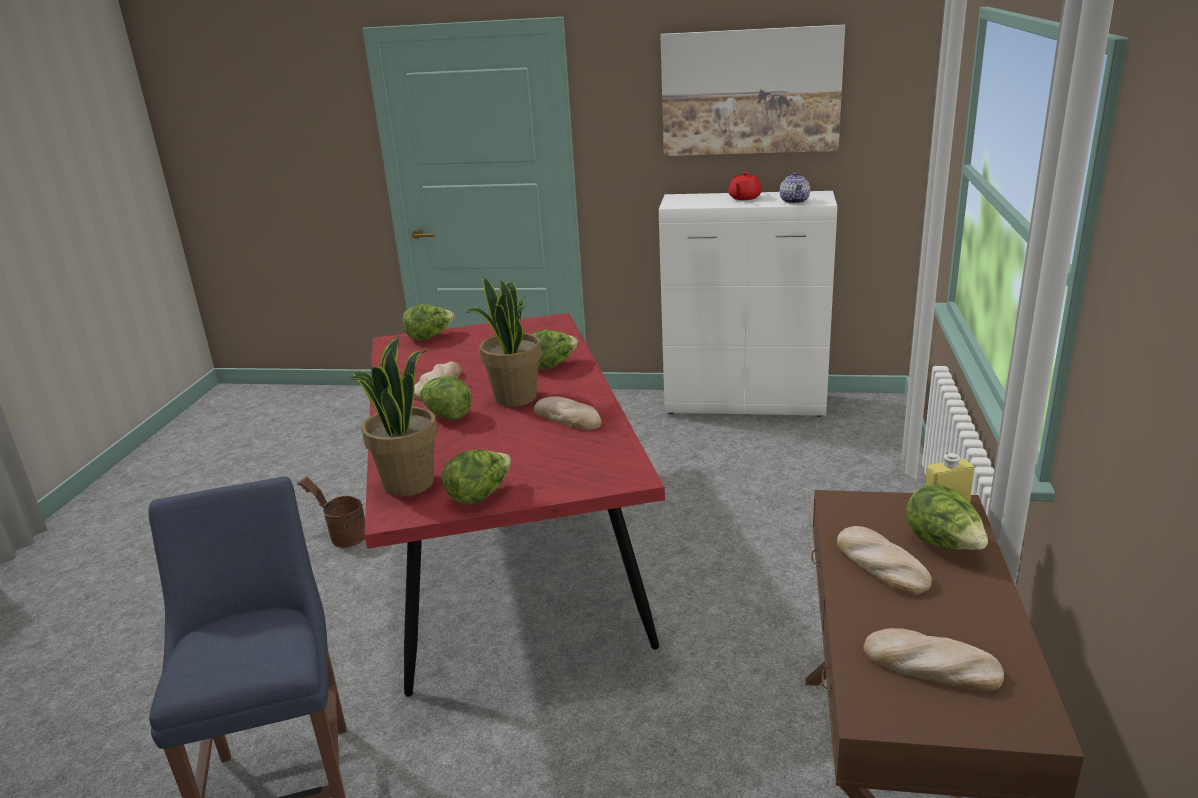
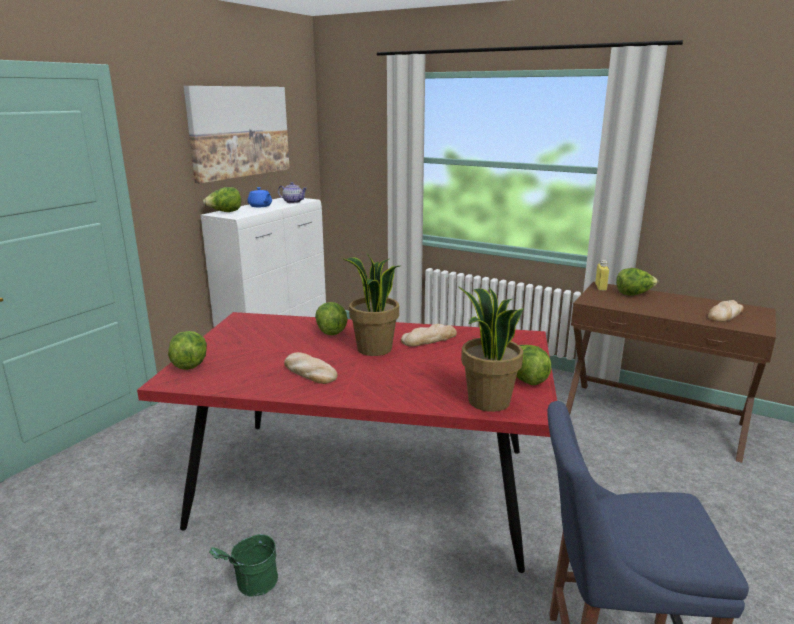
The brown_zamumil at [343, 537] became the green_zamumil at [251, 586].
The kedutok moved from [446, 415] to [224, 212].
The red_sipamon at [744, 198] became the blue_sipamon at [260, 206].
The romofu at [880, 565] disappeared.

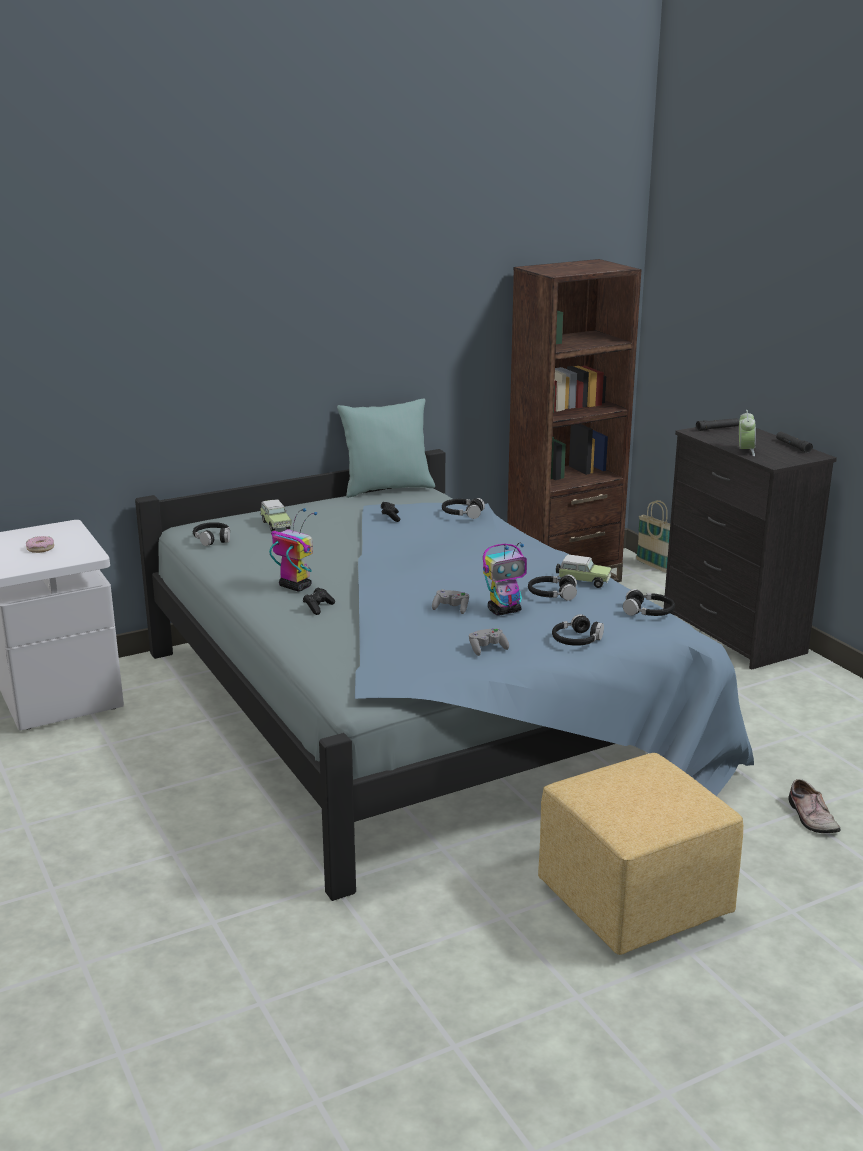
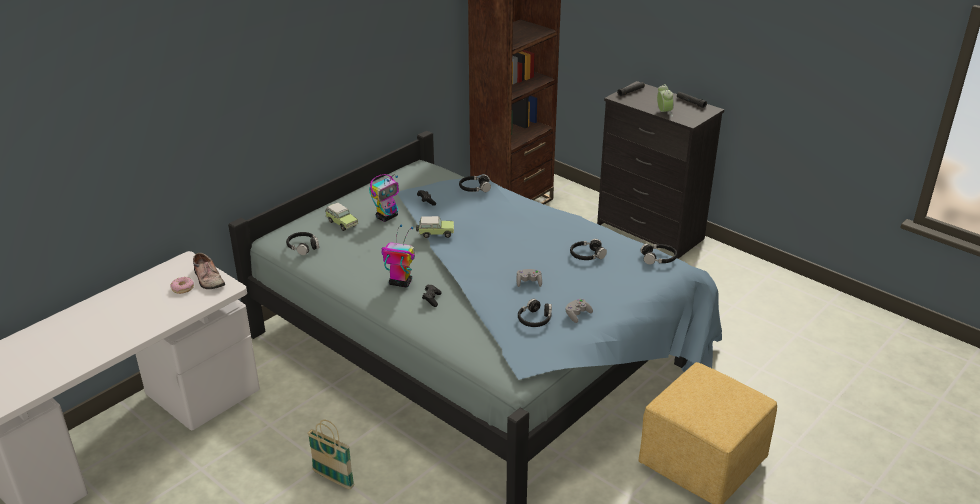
The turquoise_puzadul at [387, 489] disappeared.
The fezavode moved from [504, 610] to [387, 217].
The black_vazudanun moved from [576, 640] to [535, 319].
The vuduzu moved from [582, 581] to [435, 233].
The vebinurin moved from [653, 566] to [333, 479].
The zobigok moved from [810, 817] to [207, 279].

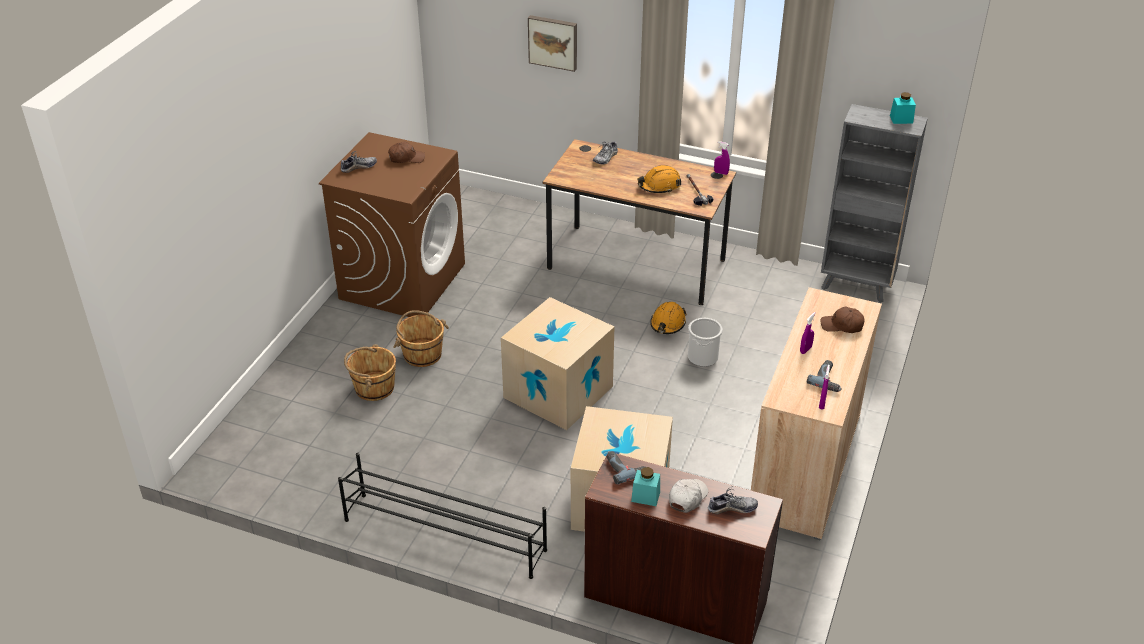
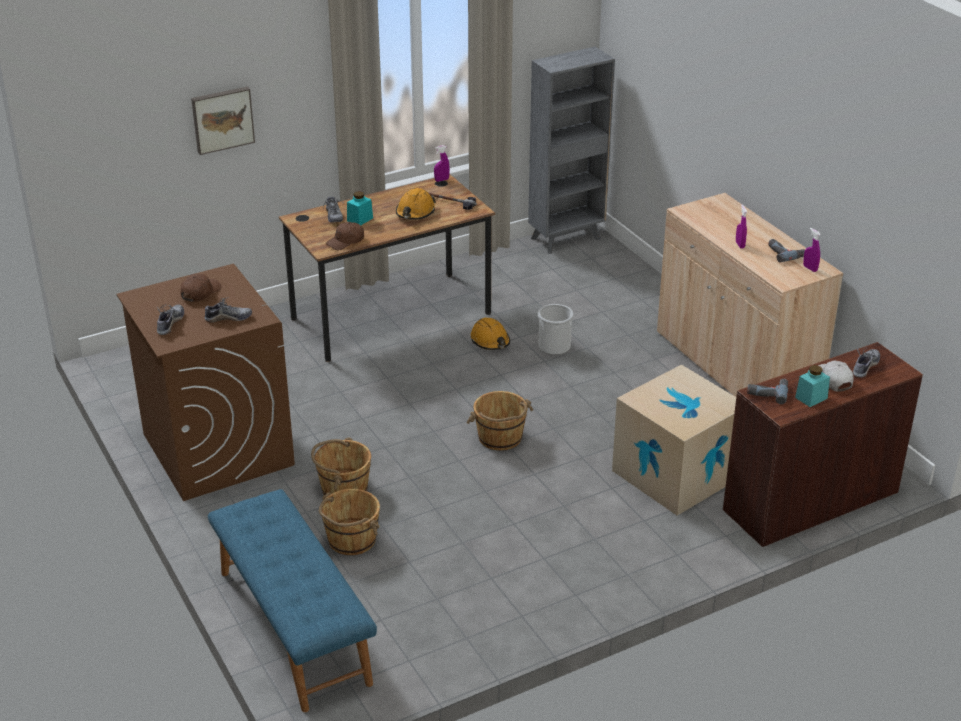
The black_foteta at [444, 534] disappeared.
The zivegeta at [558, 392] was replaced by the brown_zamumil at [500, 438].
The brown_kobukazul moved from [842, 326] to [345, 241].
The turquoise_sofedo moved from [901, 119] to [360, 219].
The zobigok at [228, 318] appeared.
The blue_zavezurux at [292, 626] appeared.

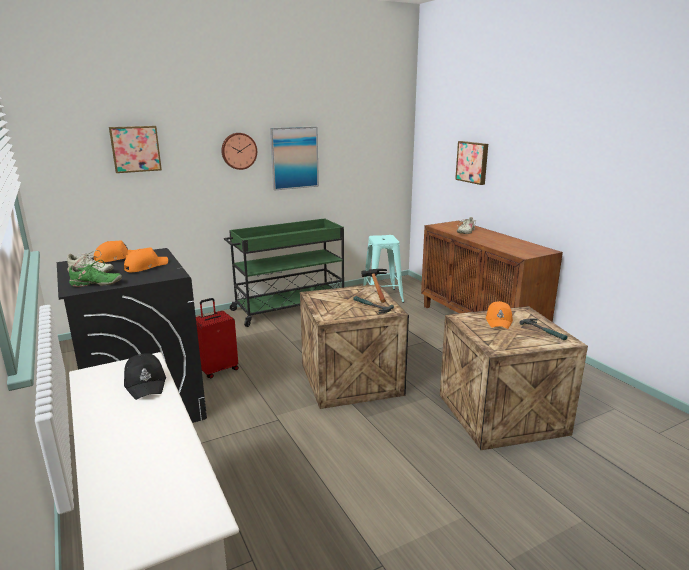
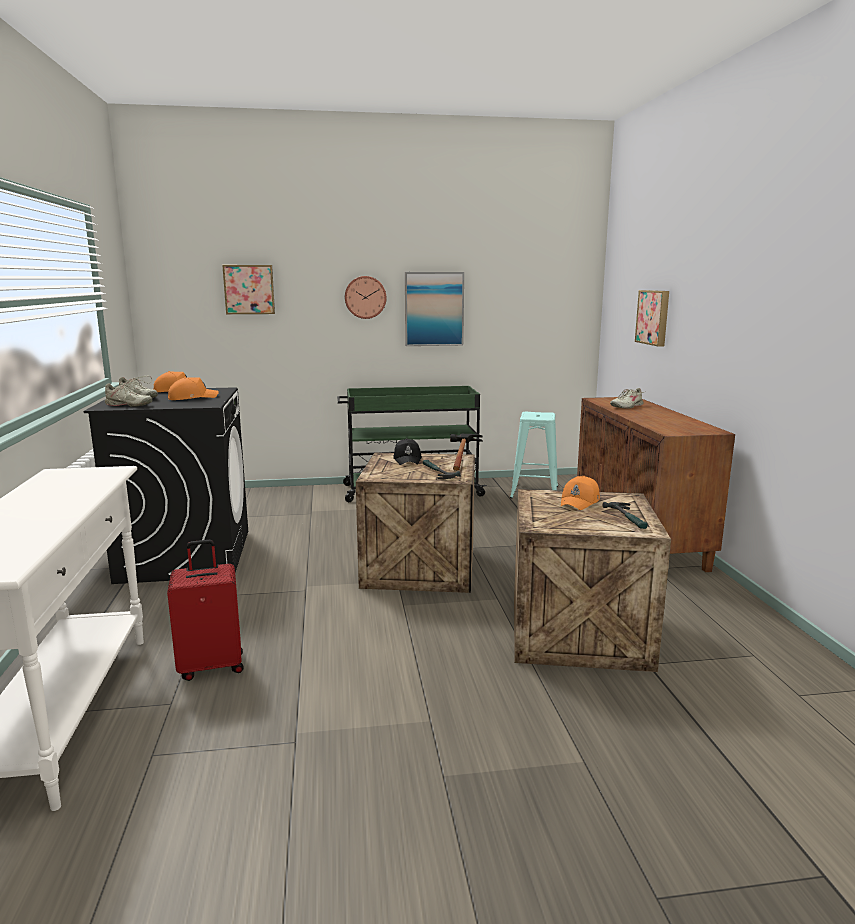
The green_zobigok at [96, 284] became the beige_zobigok at [128, 405].
The black_kobukazul moved from [146, 383] to [407, 459].
The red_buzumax moved from [217, 369] to [212, 666].

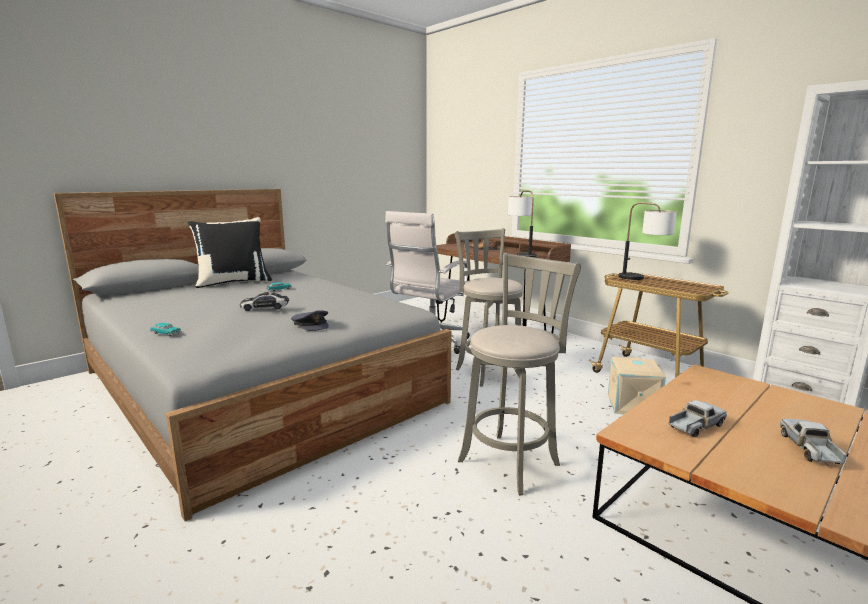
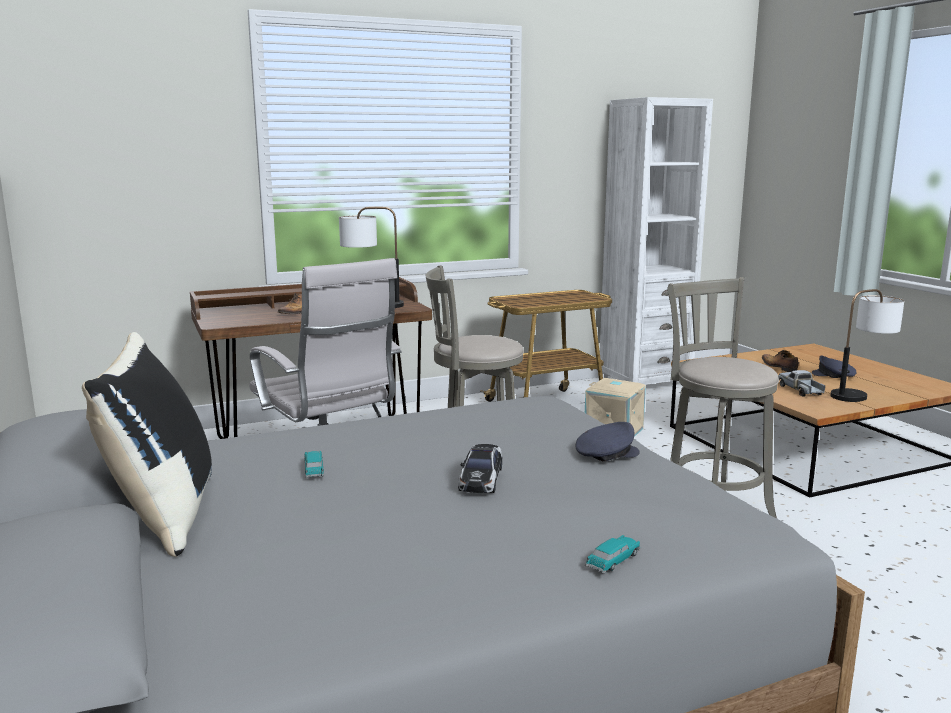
The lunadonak moved from [643, 279] to [860, 394].
The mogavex at [810, 449] was replaced by the grey_kobukazul at [834, 375].
The zobigok at [779, 367] appeared.

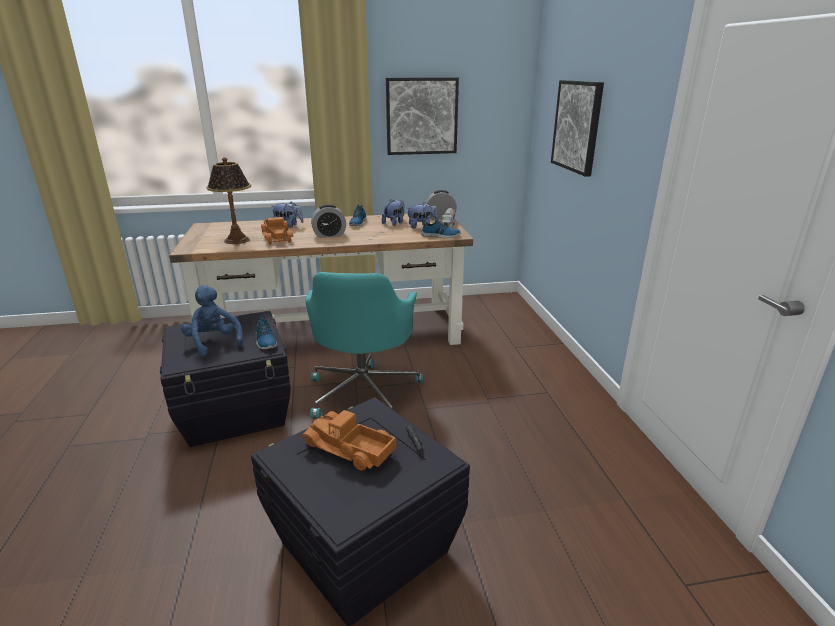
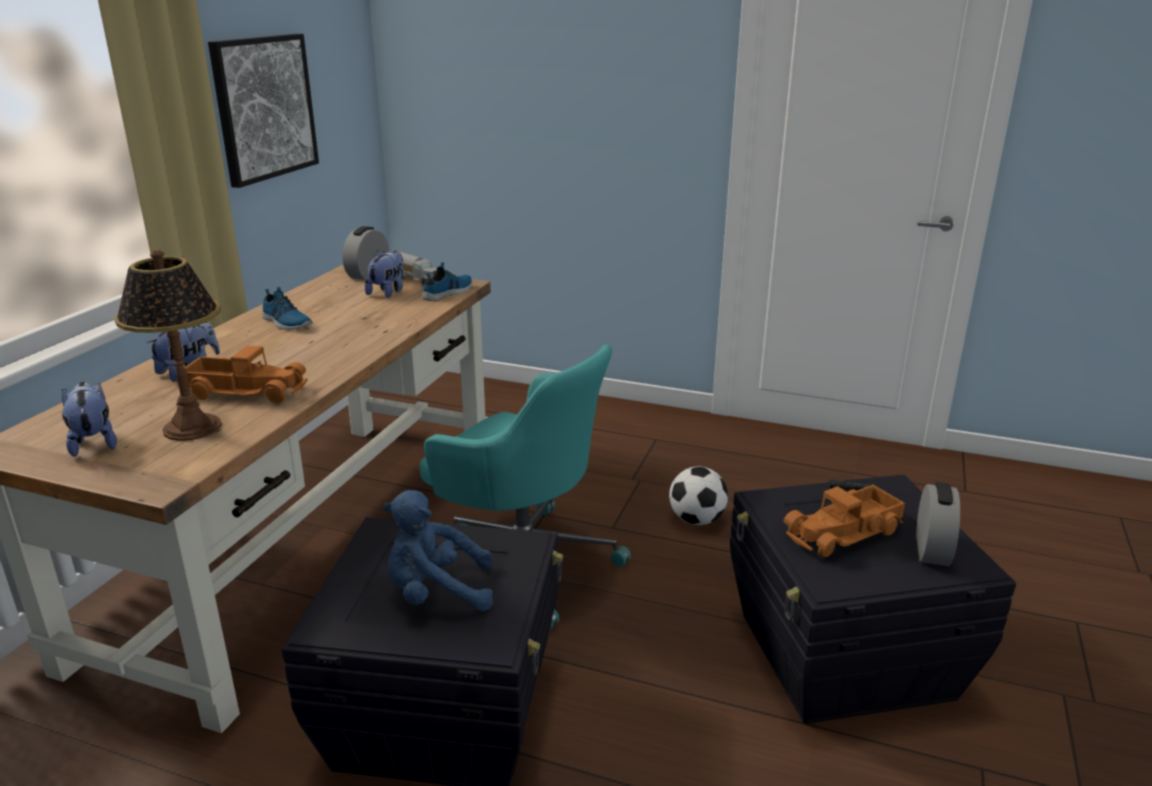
The zobigok at [265, 341] disappeared.
The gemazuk moved from [329, 235] to [931, 550].
The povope moved from [394, 223] to [94, 443].
The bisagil at [577, 126] disappeared.
The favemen at [696, 520] appeared.

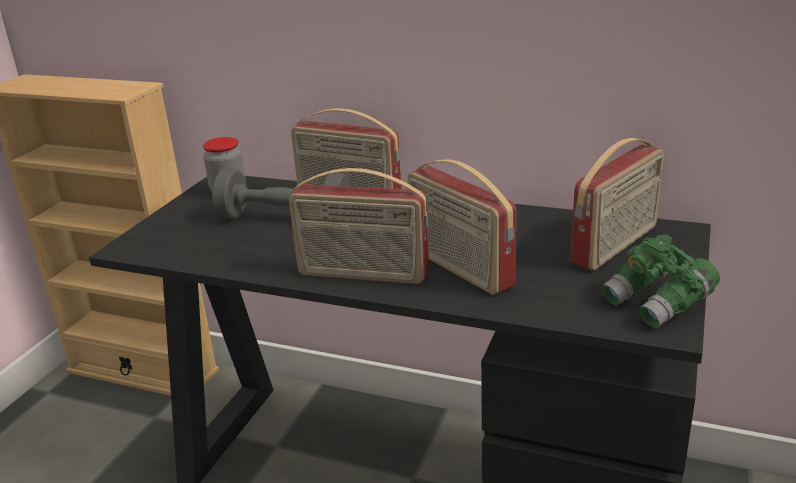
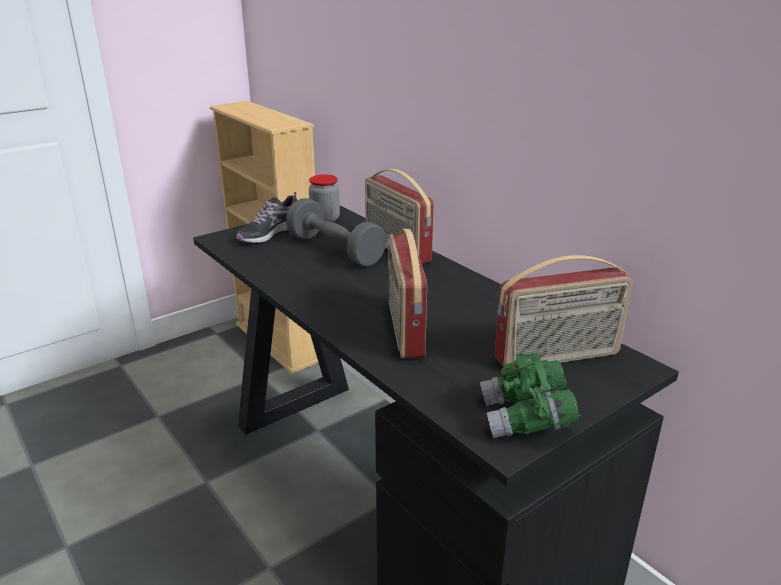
The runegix at [362, 275] disappeared.
The zobigok at [270, 233] appeared.

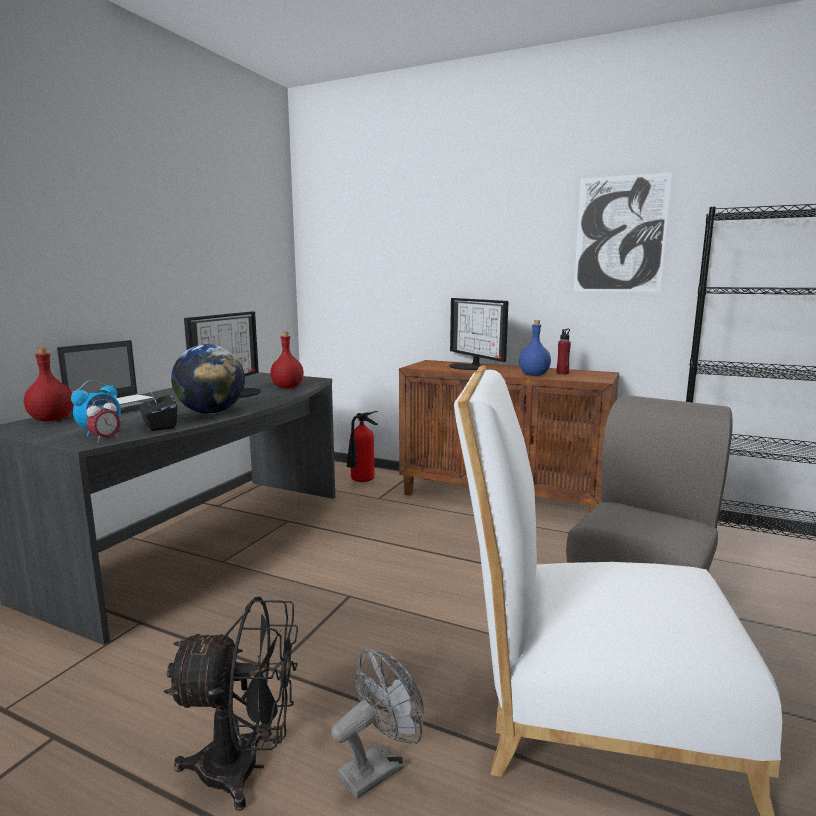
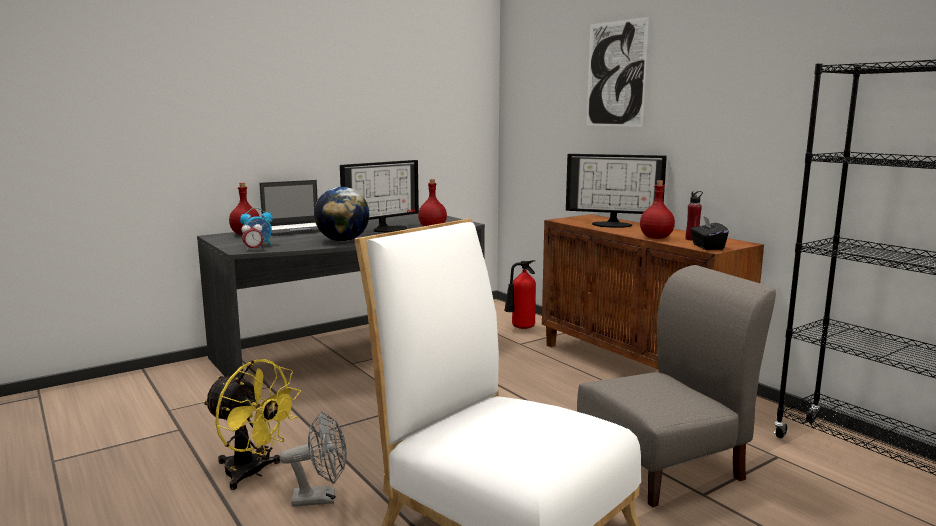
The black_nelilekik moved from [159, 426] to [707, 247].
The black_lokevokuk at [246, 768] became the yellow_lokevokuk at [252, 473].
The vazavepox at [468, 367] turned 75 degrees counterclockwise.
The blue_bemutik at [534, 375] became the red_bemutik at [656, 238].
The bisagil moved from [620, 234] to [615, 74].

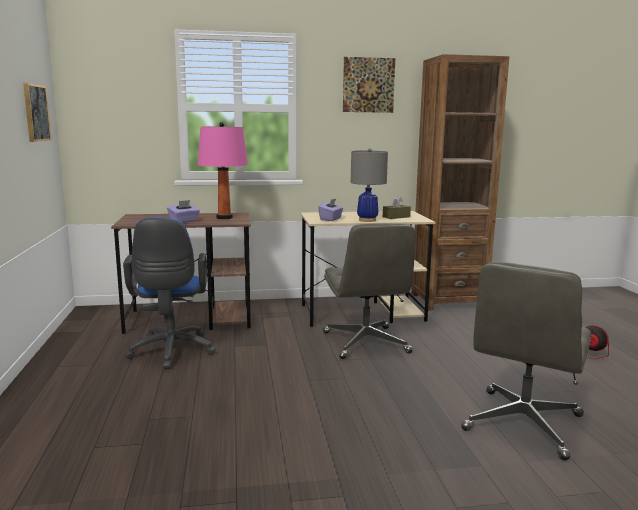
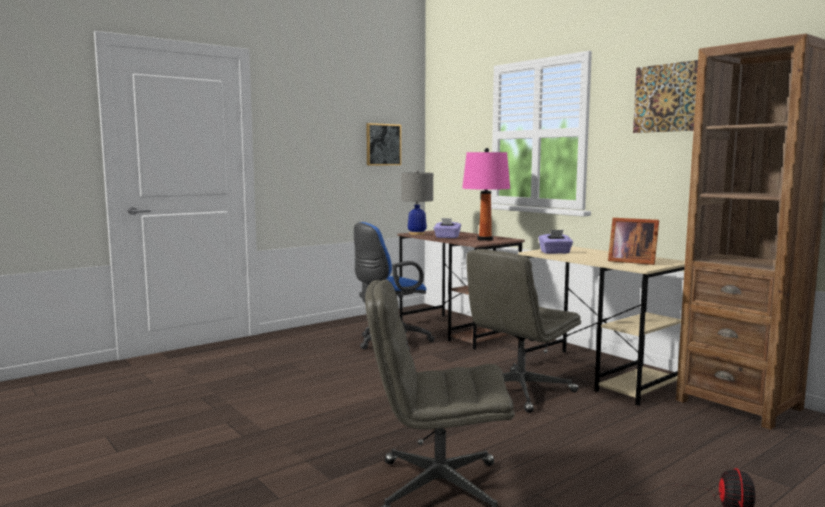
The grey_lunadonak moved from [367, 220] to [417, 234].
The brown_nelilekik at [396, 217] was replaced by the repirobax at [630, 261].

